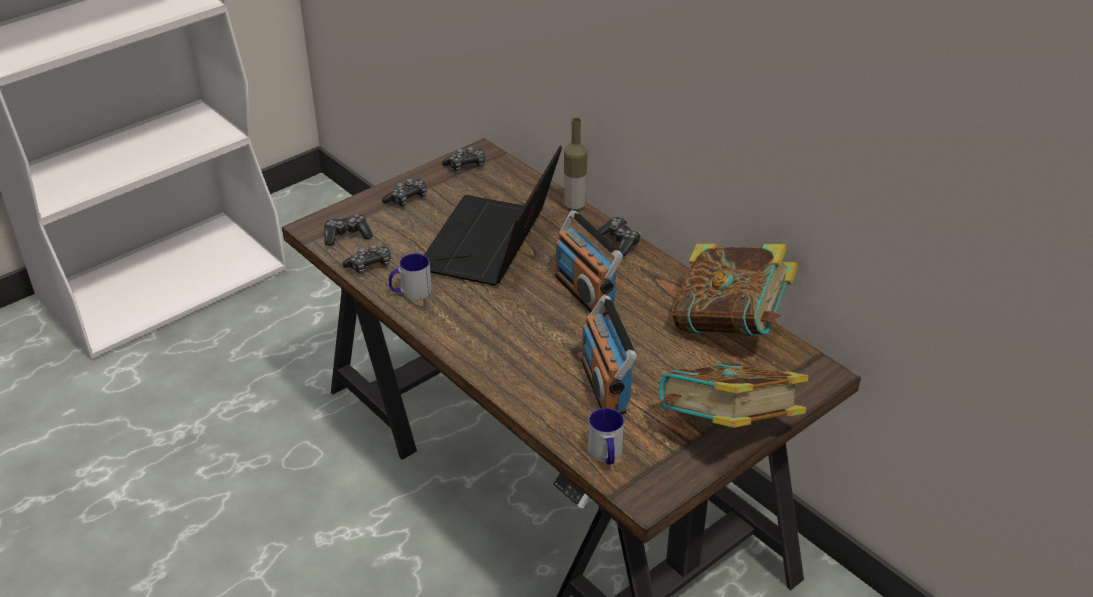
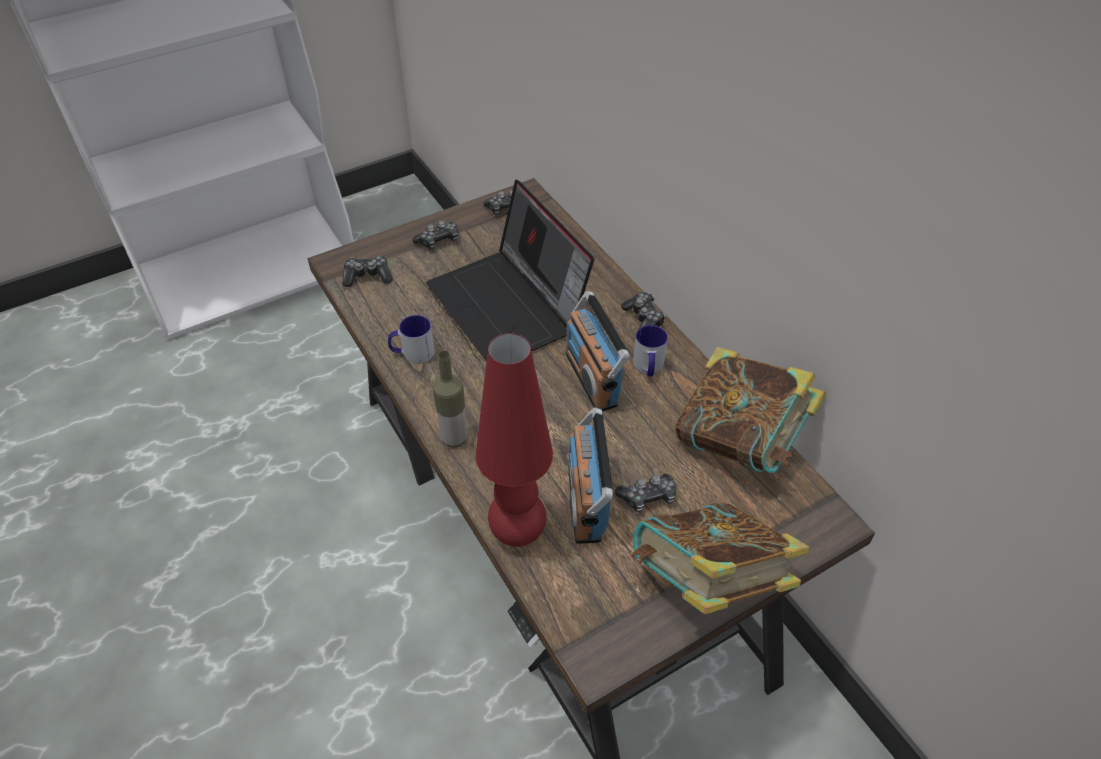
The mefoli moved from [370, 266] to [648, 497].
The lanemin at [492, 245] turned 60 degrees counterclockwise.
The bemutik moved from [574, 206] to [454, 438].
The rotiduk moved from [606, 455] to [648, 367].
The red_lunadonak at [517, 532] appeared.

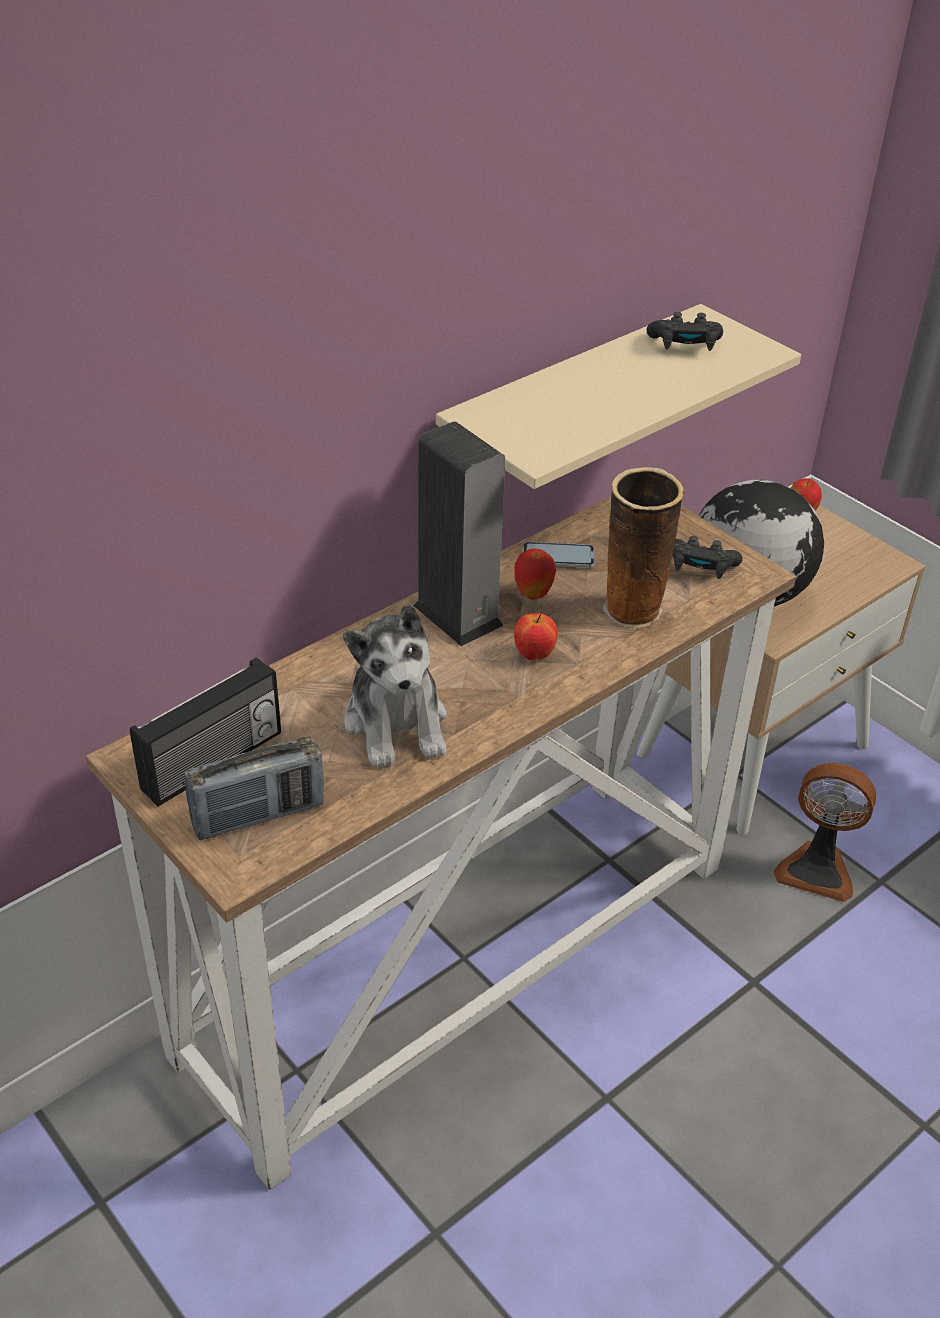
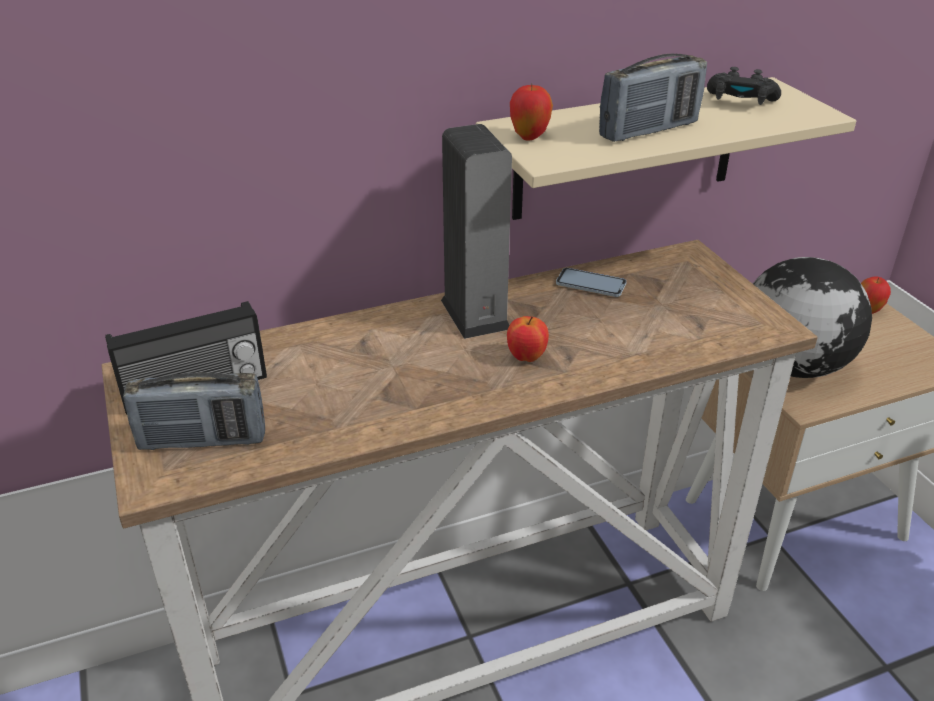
The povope at [397, 723] disappeared.
The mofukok moved from [533, 594] to [529, 137].
The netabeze at [632, 611] disappeared.
The black_mefoli at [701, 568] disappeared.
The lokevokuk at [817, 869] disappeared.
The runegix at [649, 130] appeared.

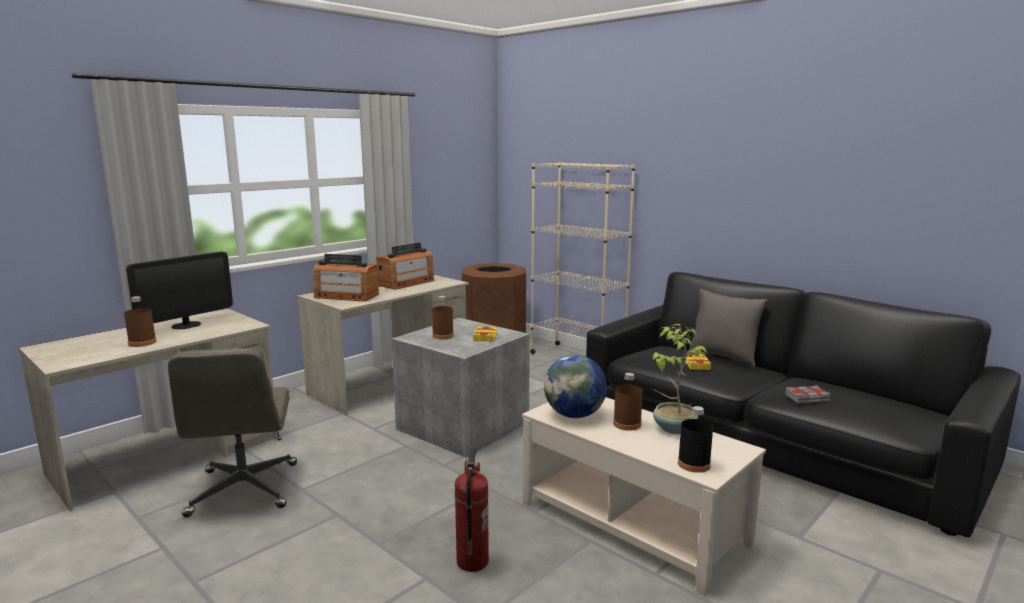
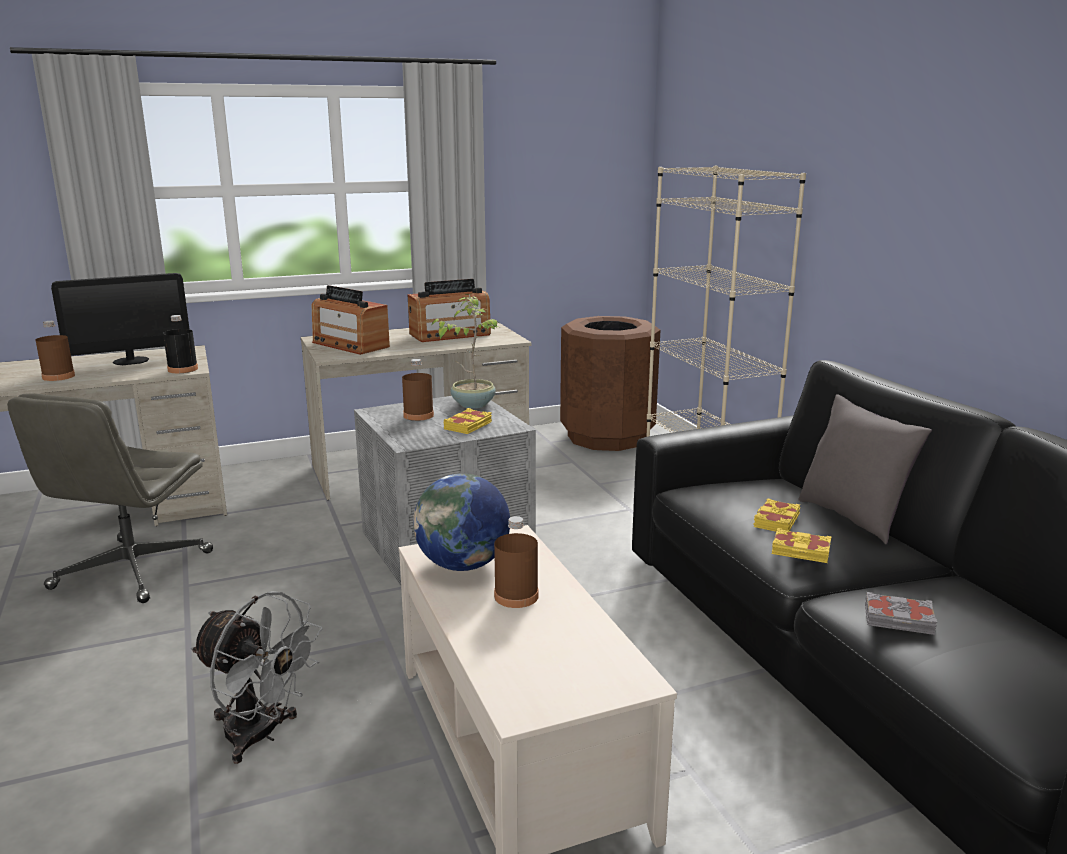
The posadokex at [471, 561] was replaced by the grey_lokevokuk at [261, 736].
The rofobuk moved from [673, 428] to [472, 404].
The black_bemutik moved from [694, 464] to [183, 369].
The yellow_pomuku at [800, 551] appeared.

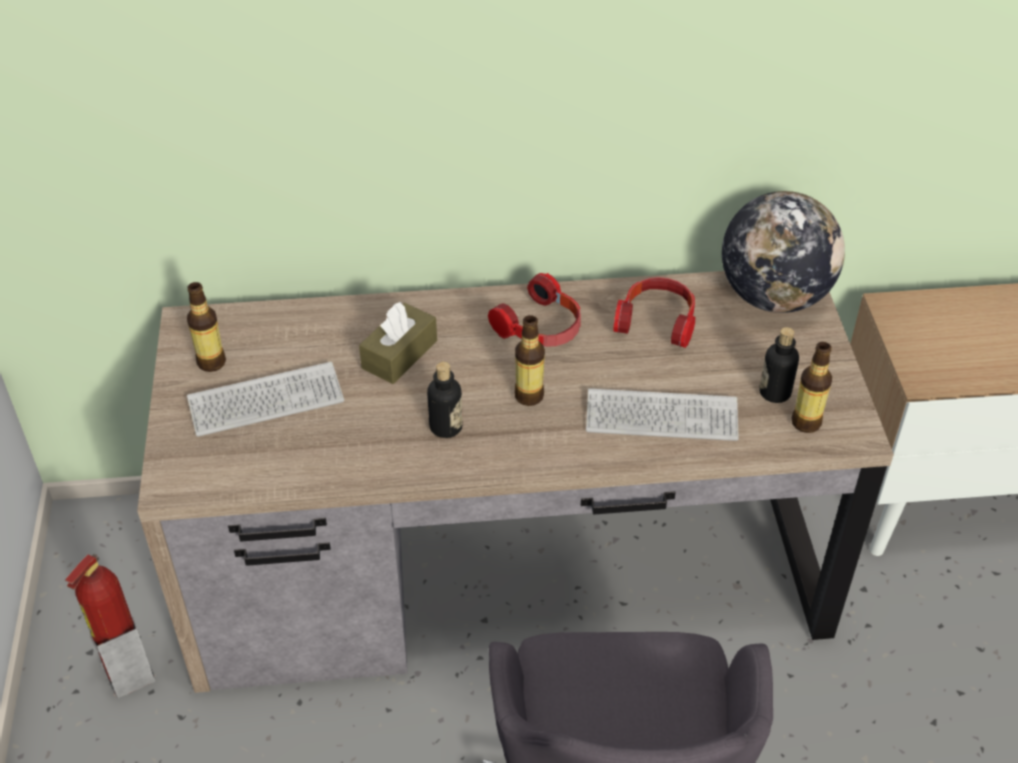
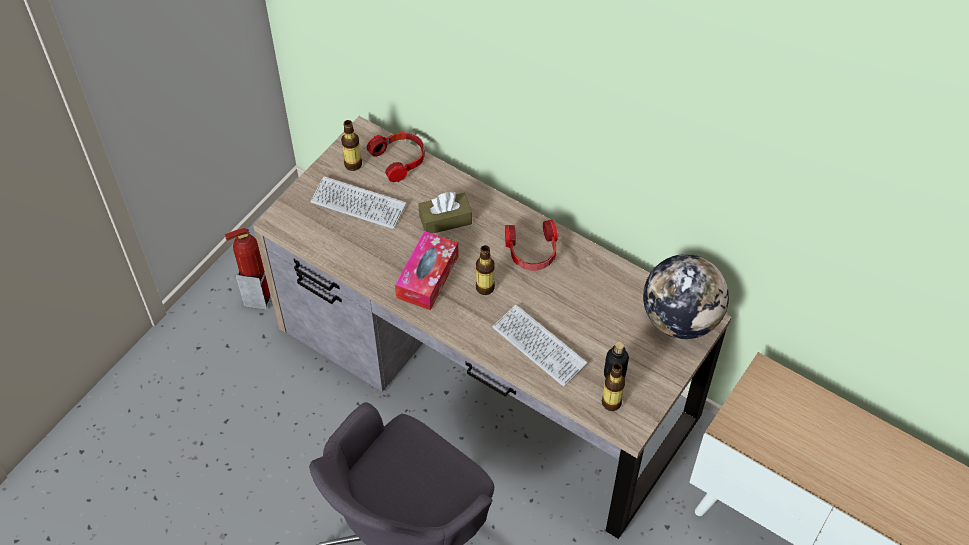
The bemutik at [446, 427] was replaced by the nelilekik at [427, 277].
The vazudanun moved from [657, 321] to [400, 160].

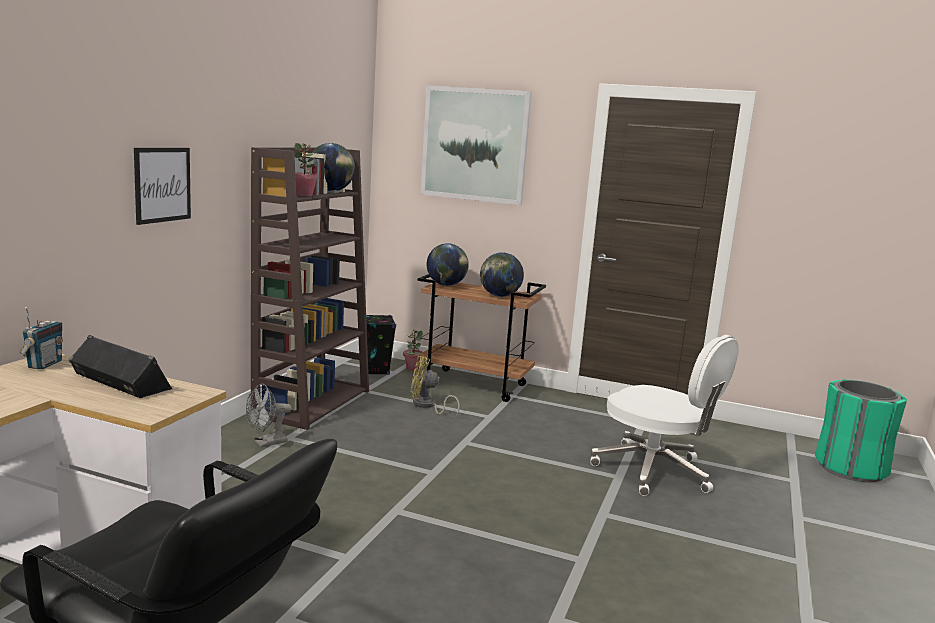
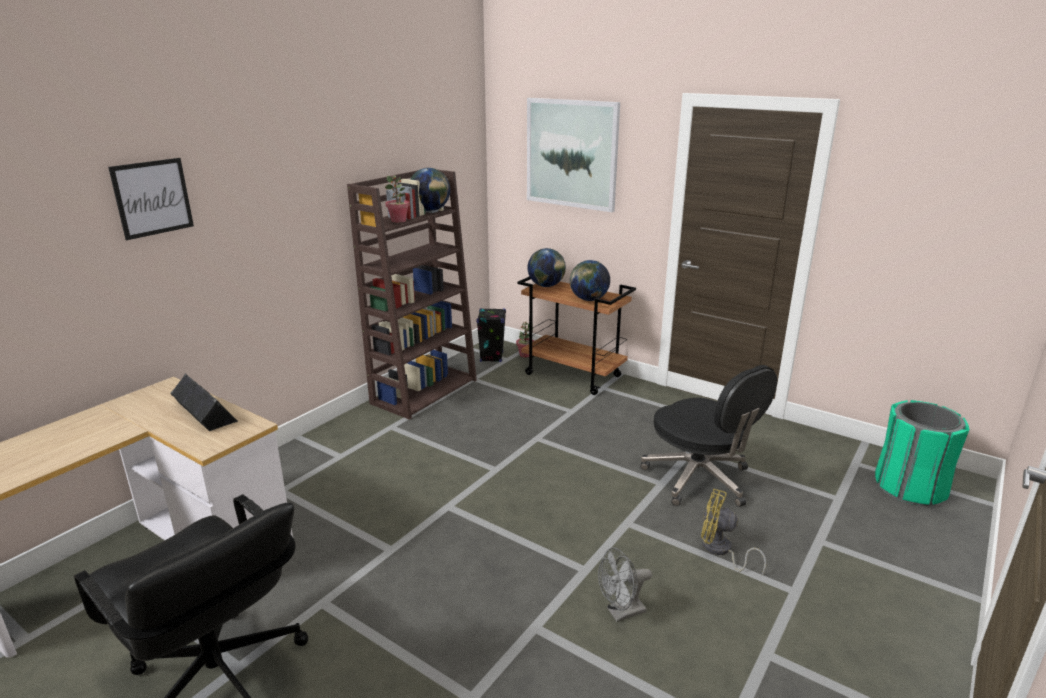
The runegix at [44, 364] disappeared.
The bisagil moved from [162, 184] to [152, 198].
The grey_lokevokuk moved from [266, 443] to [621, 613].
The yellow_lokevokuk moved from [427, 406] to [720, 551].
The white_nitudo at [654, 471] became the black_nitudo at [699, 479].

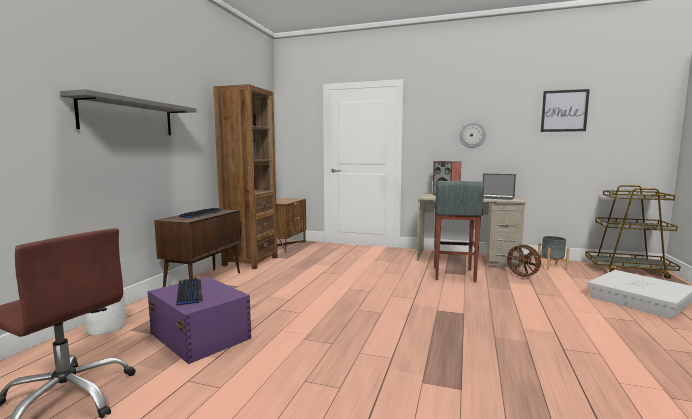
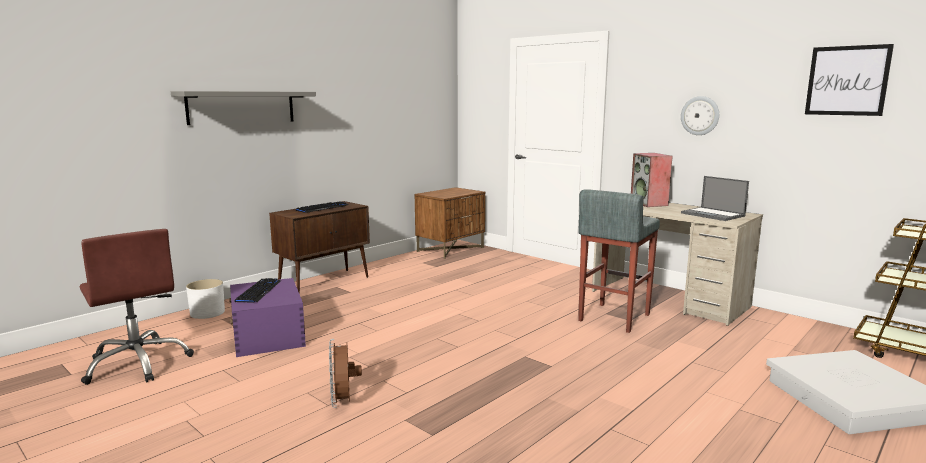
The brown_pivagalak at [250, 261] disappeared.
The brown_lokevokuk moved from [522, 277] to [343, 402].
The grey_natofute at [551, 267] disappeared.

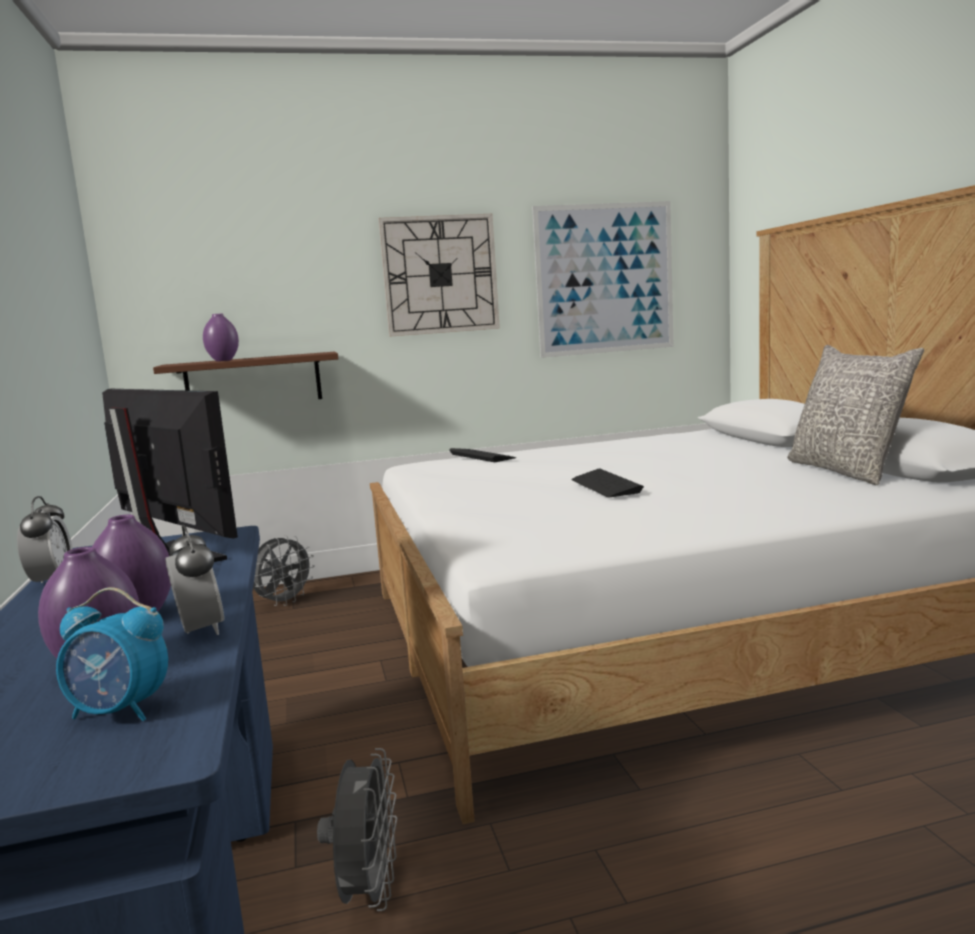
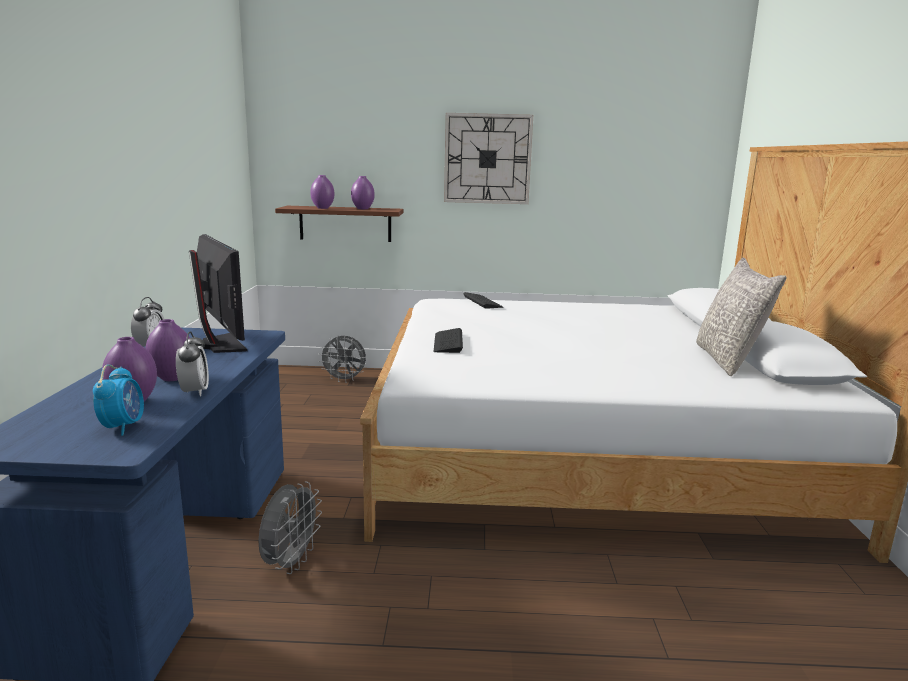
The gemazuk at [120, 712] turned 120 degrees counterclockwise.
The grey_lokevokuk at [284, 602] turned 45 degrees clockwise.
The bisagil at [605, 279] disappeared.
The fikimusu moved from [605, 485] to [448, 342].
The purple_netabeze at [362, 209] appeared.

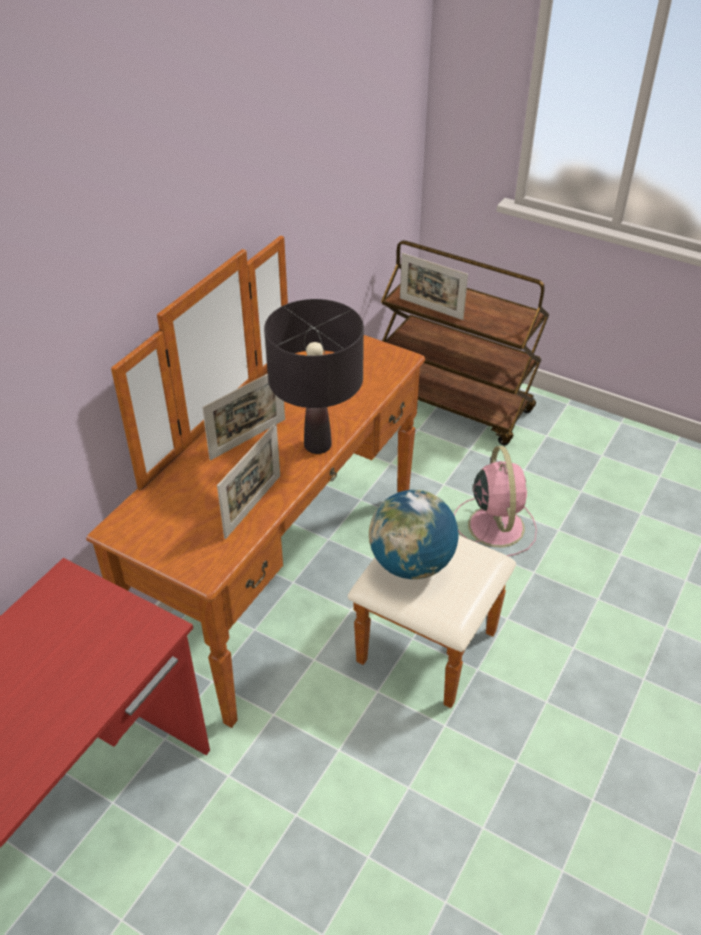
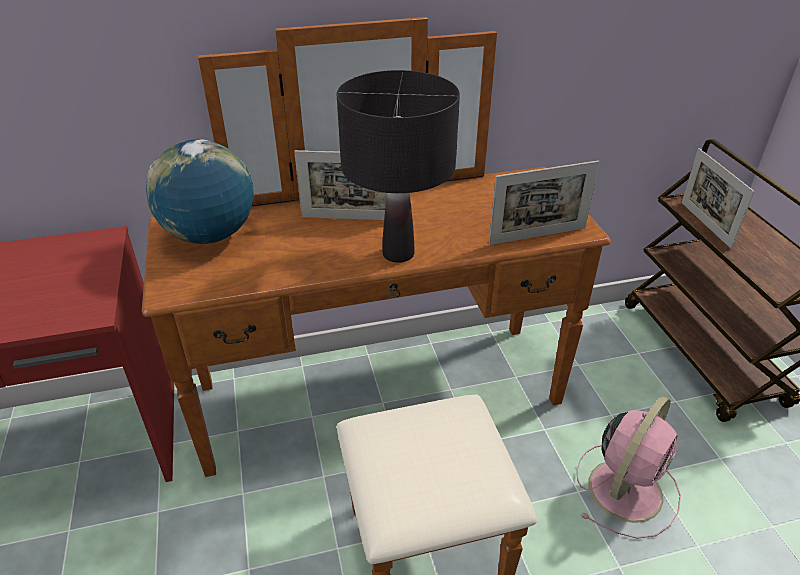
The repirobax moved from [253, 506] to [537, 236].
The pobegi moved from [411, 564] to [210, 235].

